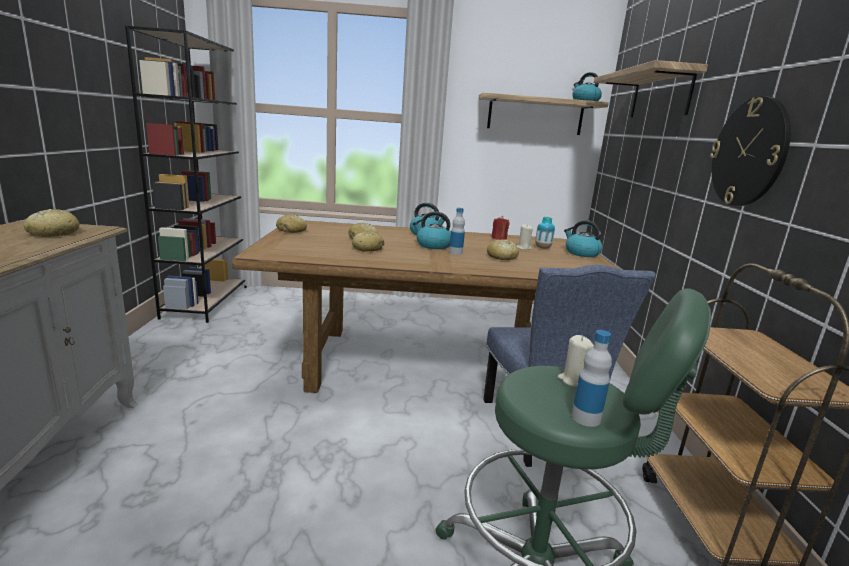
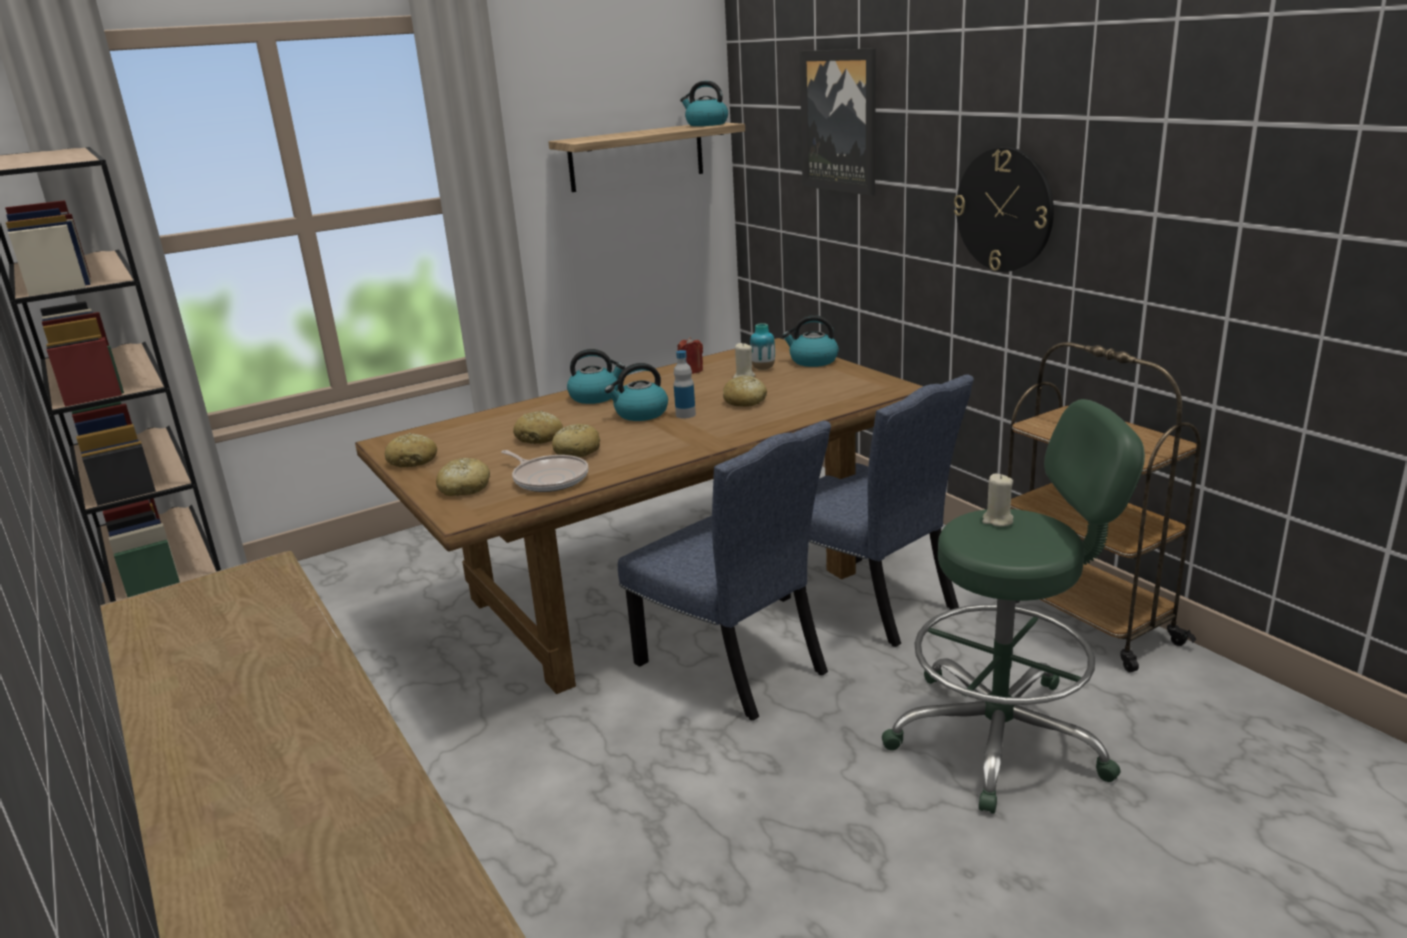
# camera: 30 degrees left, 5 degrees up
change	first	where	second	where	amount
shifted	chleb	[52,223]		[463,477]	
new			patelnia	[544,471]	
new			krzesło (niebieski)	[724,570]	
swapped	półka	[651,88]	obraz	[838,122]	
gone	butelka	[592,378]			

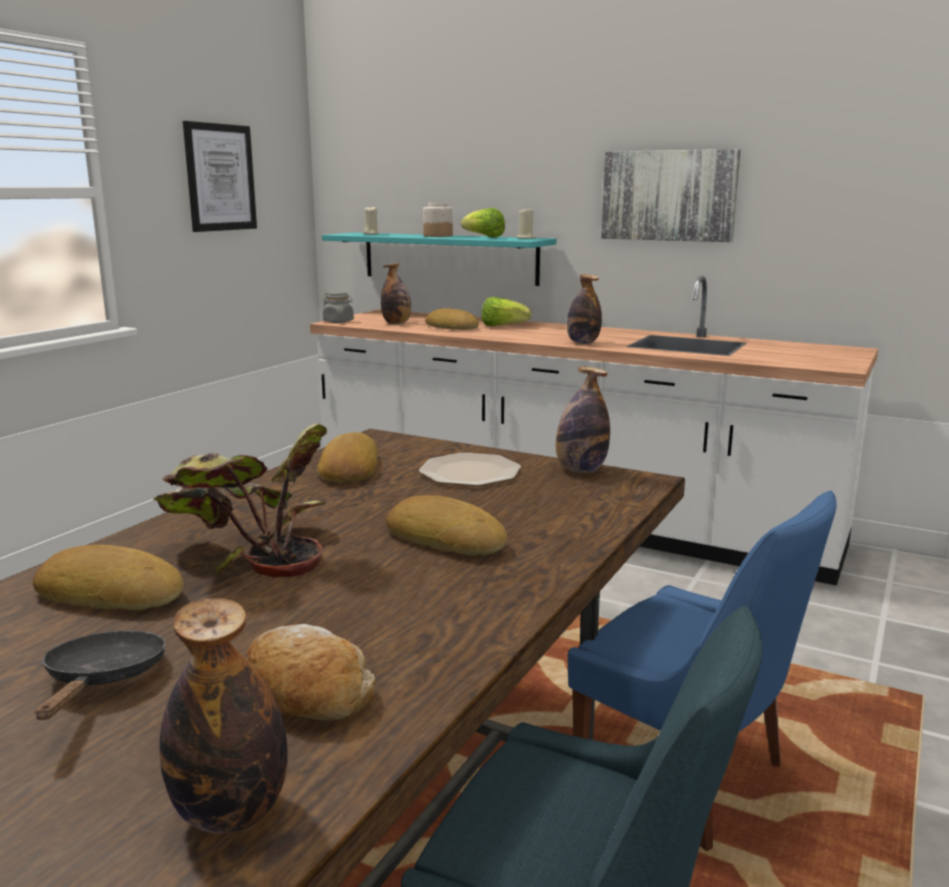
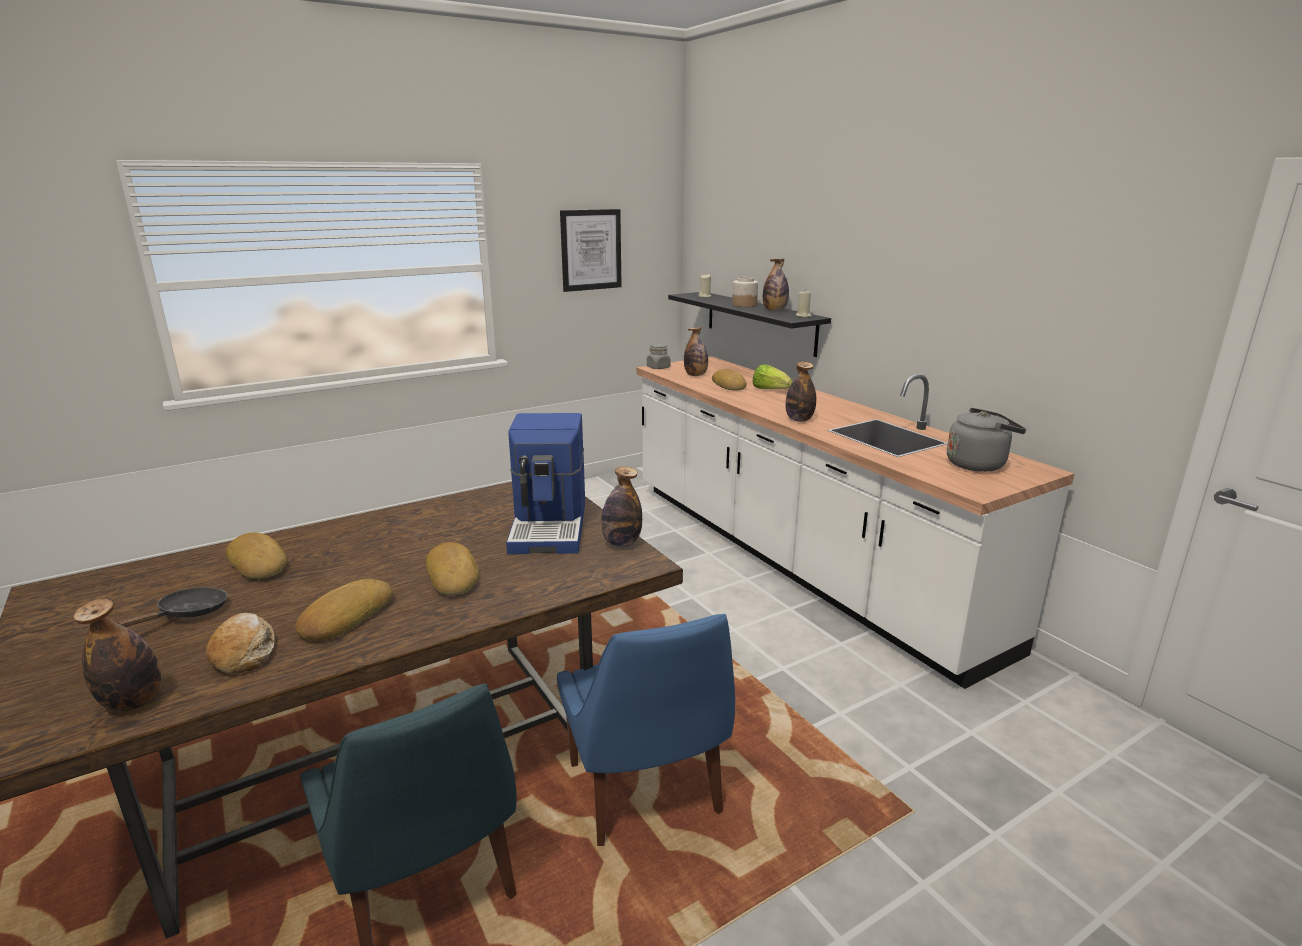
# camera: 30 degrees right, 5 degrees up
change	first	where	second	where	amount
shifted	chleb	[347,457]		[344,610]	
swapped	talerz	[470,469]	ekspres do kawy	[545,483]	
repainted	półka (turkusowy)	[439,259]	półka (czarny)	[749,324]	
swapped	sałata	[483,223]	butelka	[776,285]	
new			czajnik (szary)	[986,440]	
gone	roślina doniczkowa	[240,500]			
gone	obraz	[670,195]			

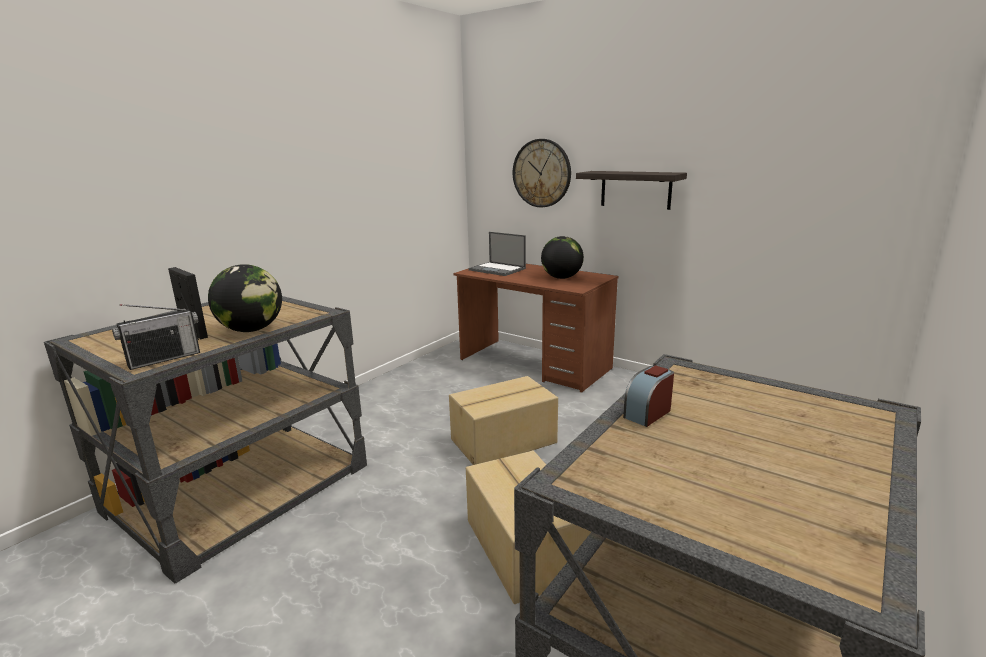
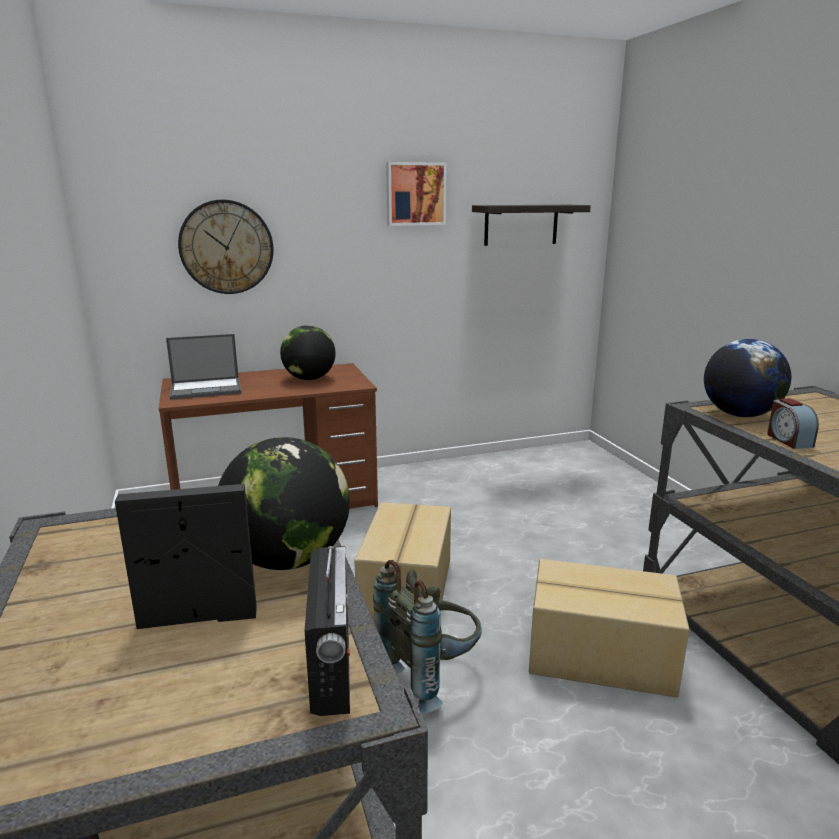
# camera: 55 degrees left, 0 degrees up
change	first	where	second	where	amount
new			plecak (szary)	[427,636]	
new			obraz	[416,194]	
shifted	półka	[631,190]		[531,225]	
new			globus	[747,378]	

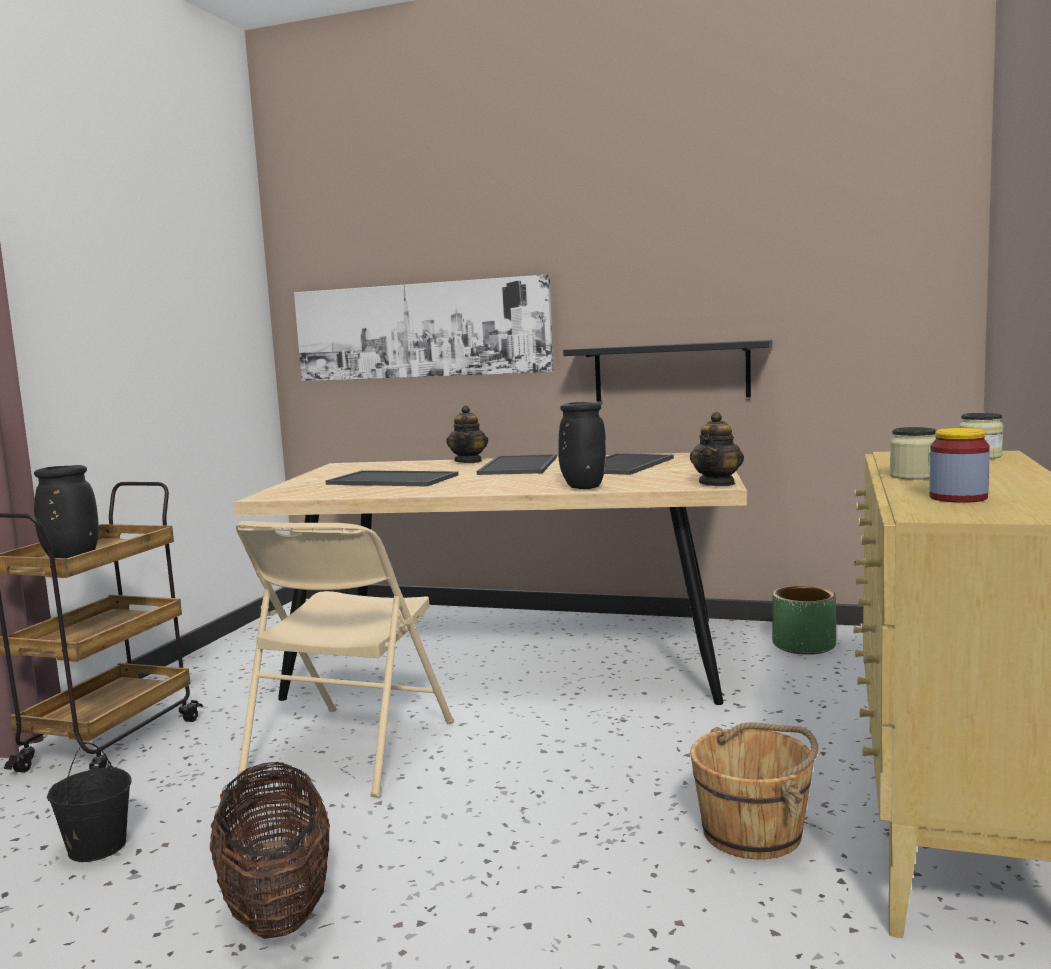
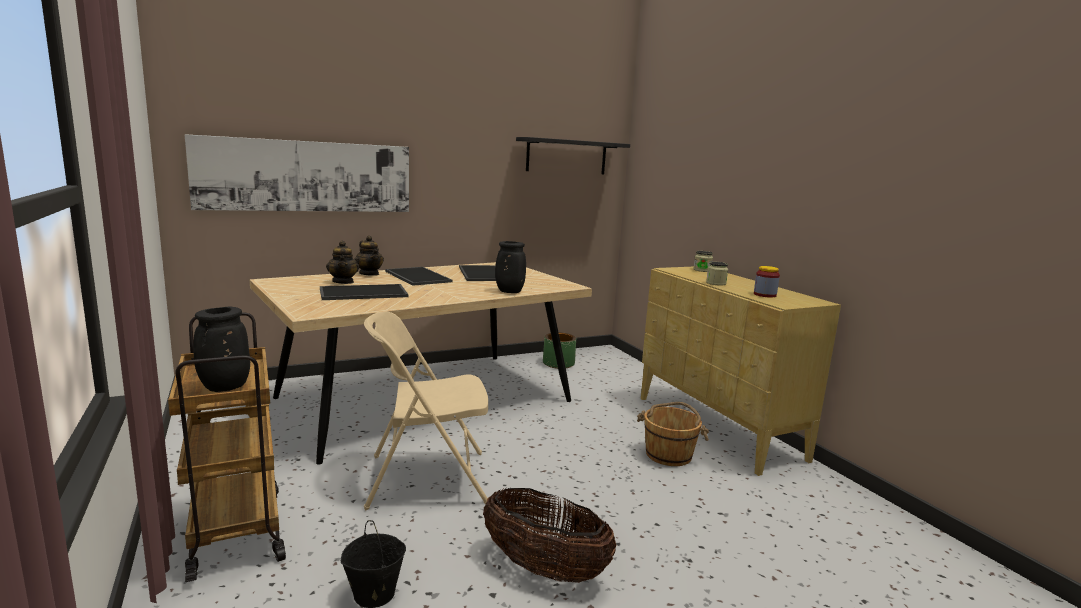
# camera: 45 degrees left, 5 degrees up
change	first	where	second	where	amount
shifted	imbryk	[717,449]		[342,262]	
rotated	krzesło (beżowy)	[345,659]		[426,410]	105 degrees clockwise
shifted	półka (czarny)	[667,370]		[573,155]	

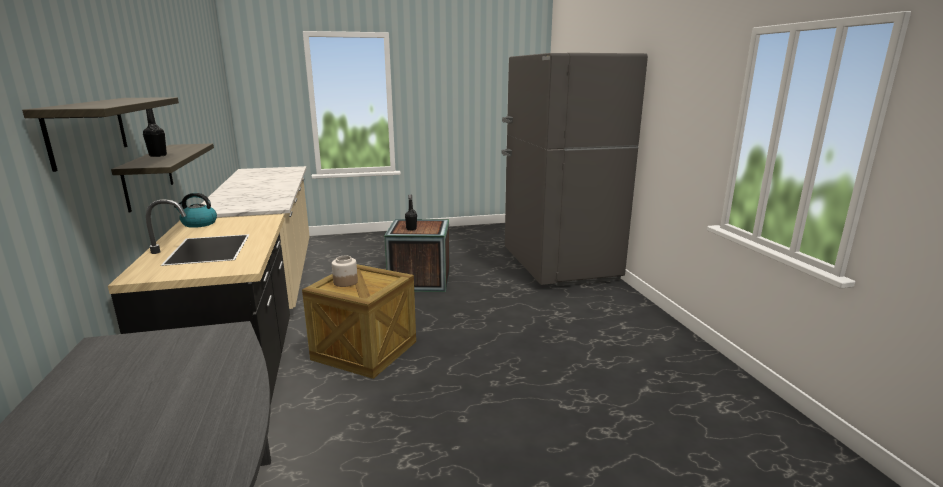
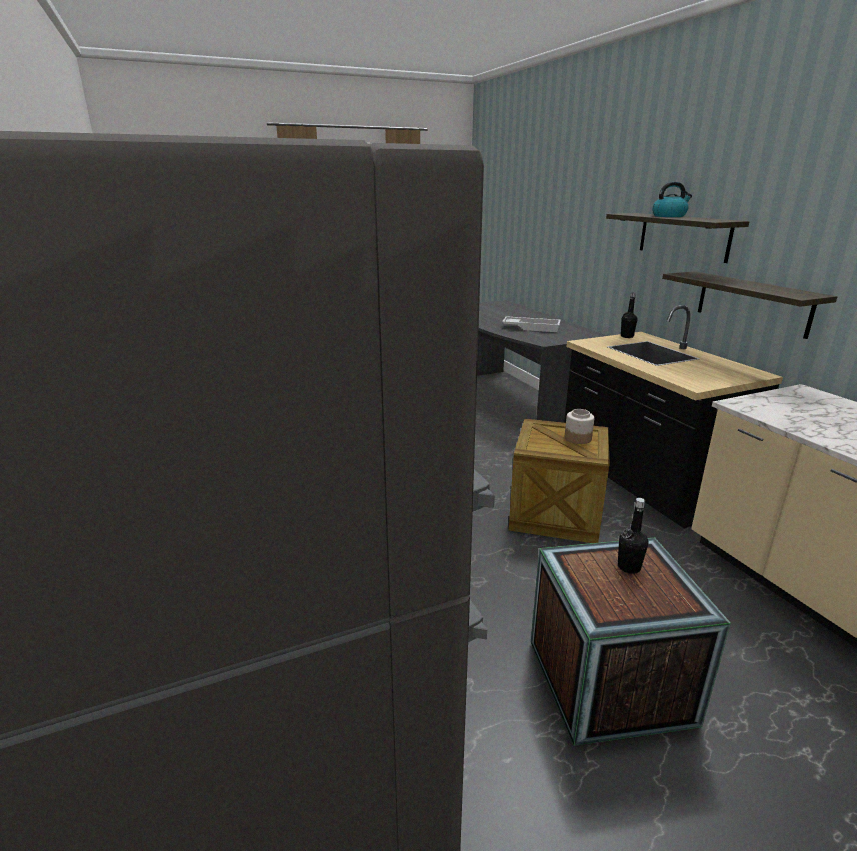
# camera: 170 degrees right, 5 degrees up
change	first	where	second	where	amount
new			taca (biały)	[531,324]	
shifted	butelka (czarny)	[155,132]		[629,315]	
shifted	czajnik	[195,210]		[672,199]	

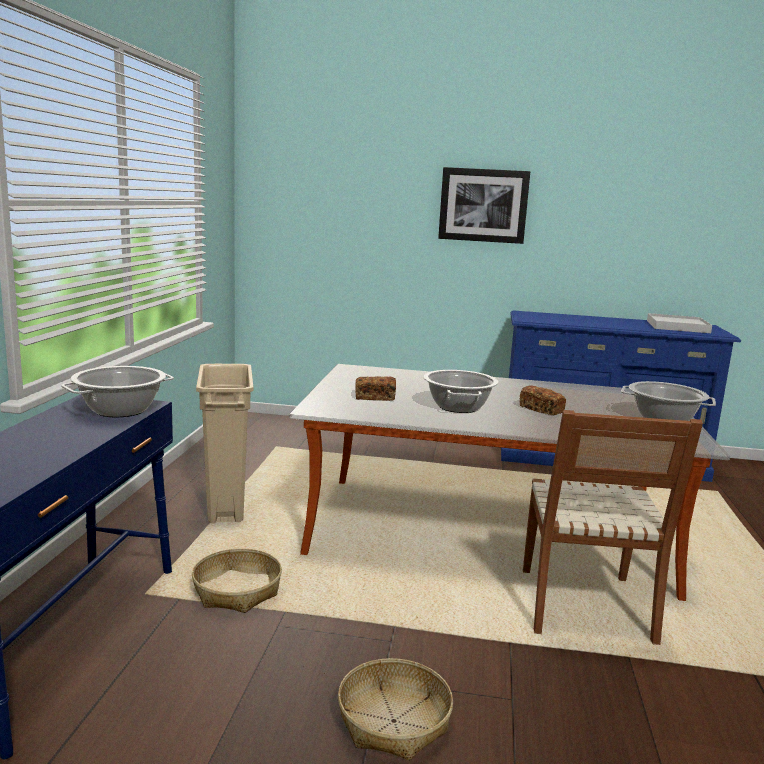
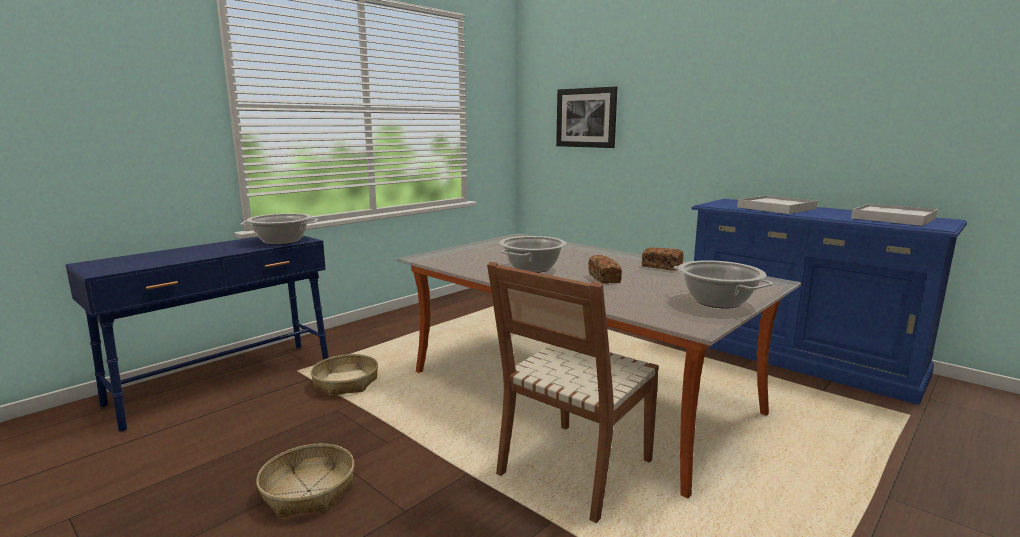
# camera: 35 degrees right, 0 degrees up
change	first	where	second	where	amount
shifted	obraz	[484,205]		[586,117]	
shifted	chleb	[375,388]		[662,258]	
new			taca (biały)	[777,204]	
gone	kosz na śmieci (beżowy)	[225,443]			

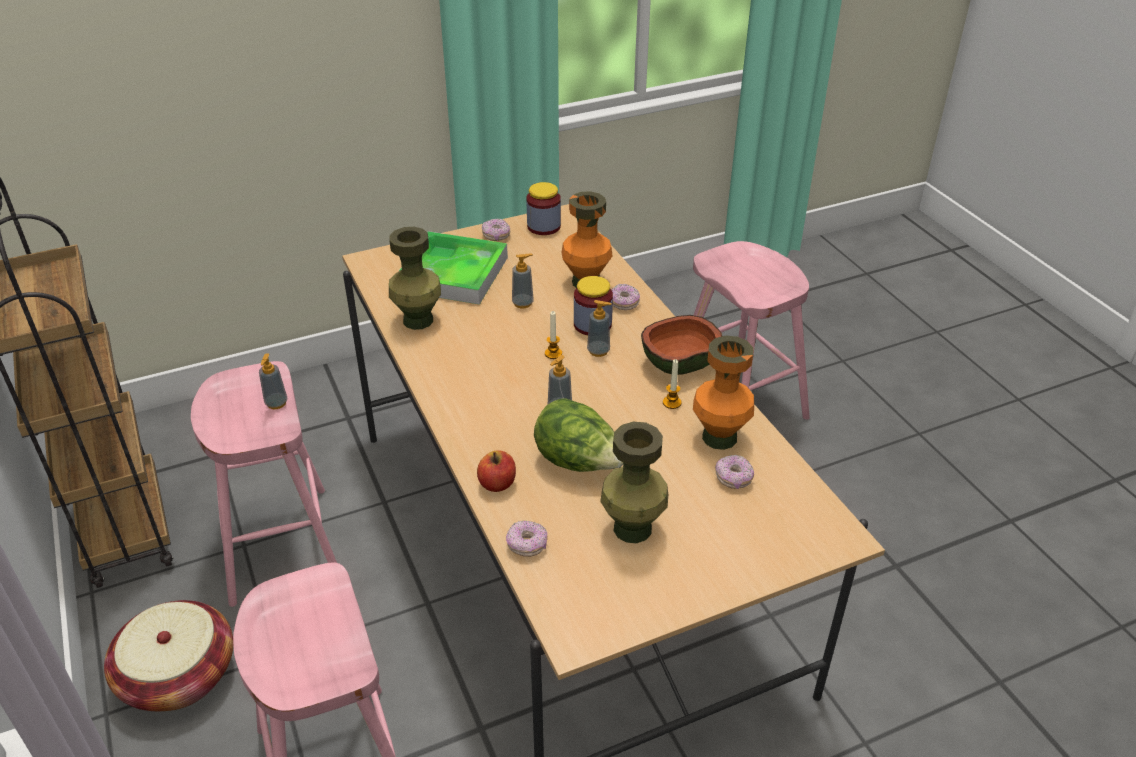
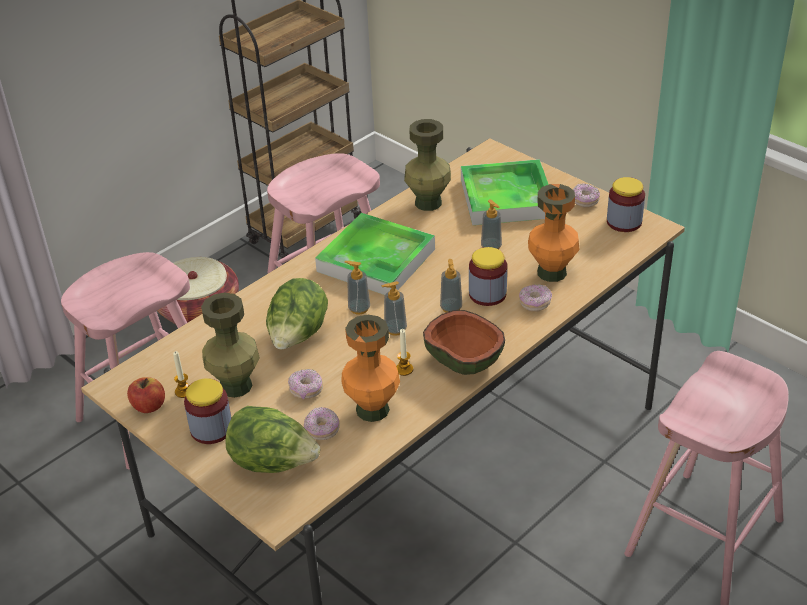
# camera: 70 degrees right, 0 degrees up
change	first	where	second	where	amount
shifted	jabłko	[496,471]		[146,395]	
shifted	świeca	[553,335]		[181,374]	
new			słoik	[207,411]	
new			sałata	[272,439]	
shifted	donut	[527,538]		[305,384]	
new			taca	[375,254]	
shifted	dozownik mydła	[273,381]		[394,308]	

